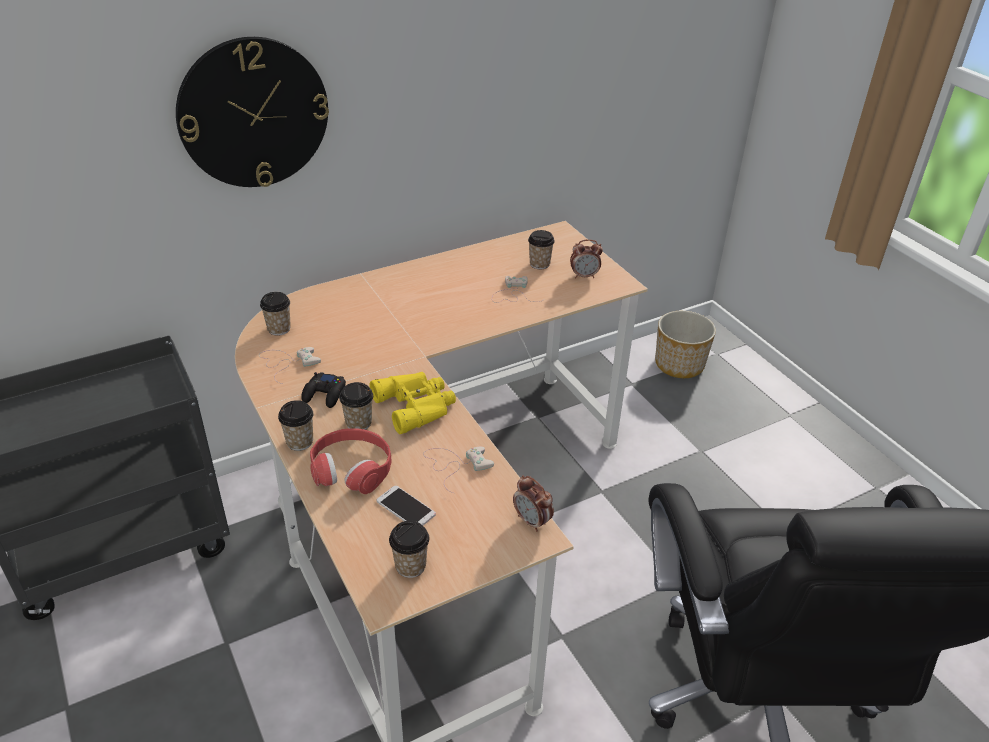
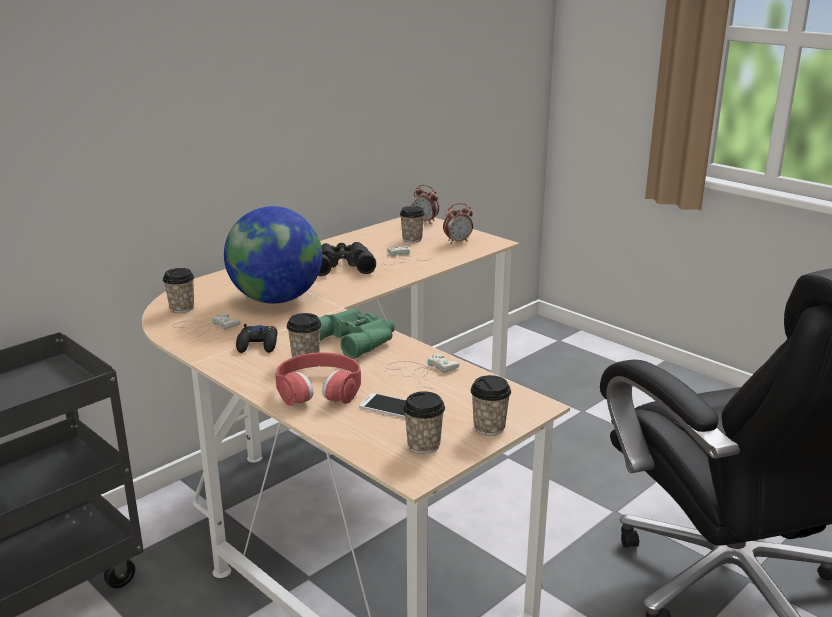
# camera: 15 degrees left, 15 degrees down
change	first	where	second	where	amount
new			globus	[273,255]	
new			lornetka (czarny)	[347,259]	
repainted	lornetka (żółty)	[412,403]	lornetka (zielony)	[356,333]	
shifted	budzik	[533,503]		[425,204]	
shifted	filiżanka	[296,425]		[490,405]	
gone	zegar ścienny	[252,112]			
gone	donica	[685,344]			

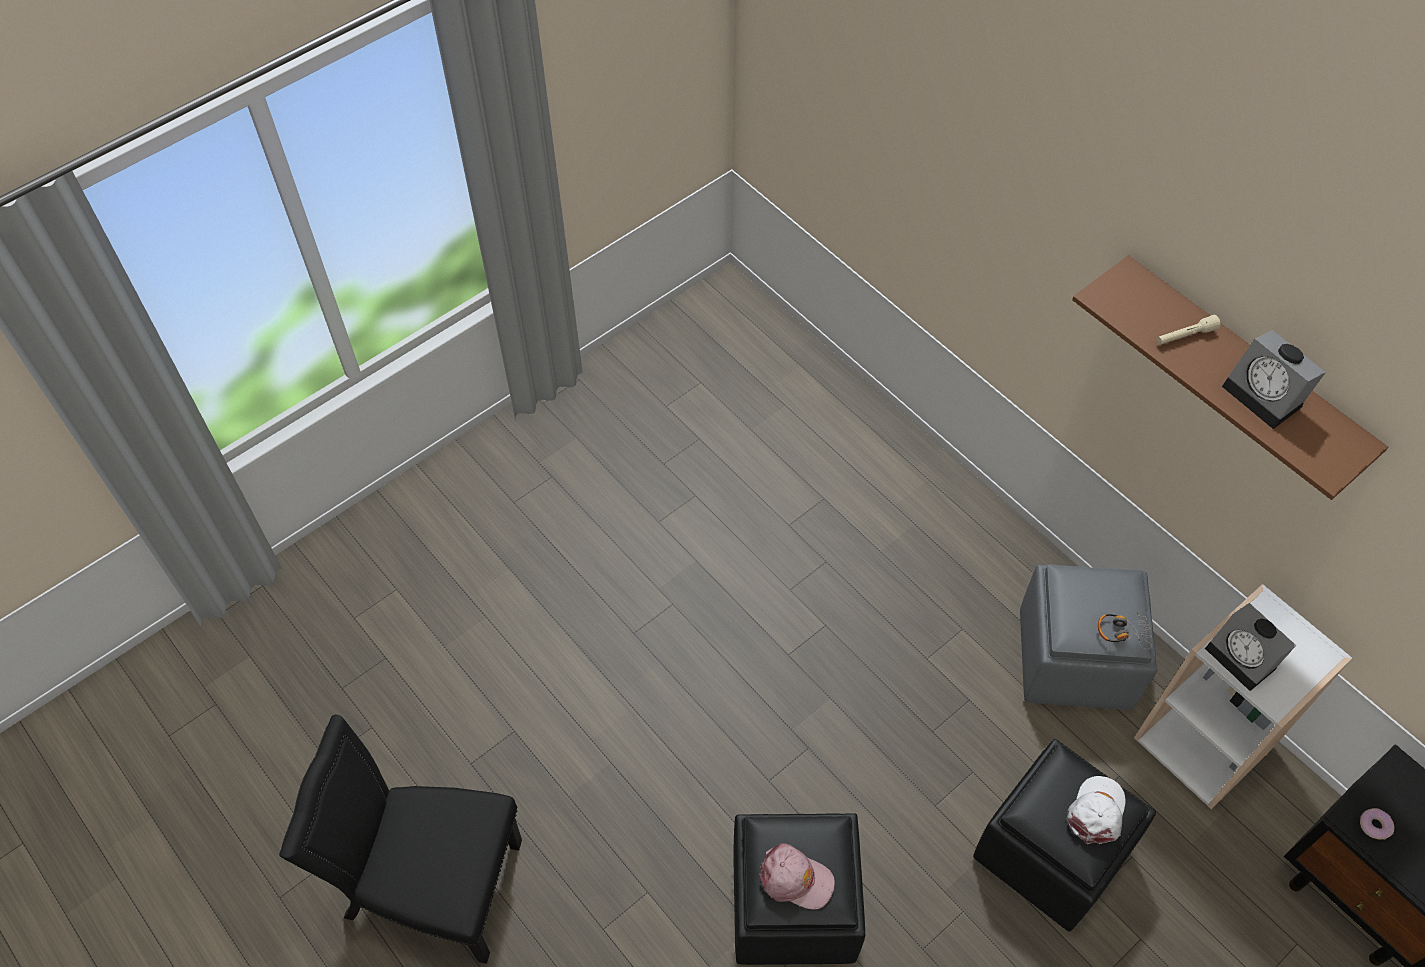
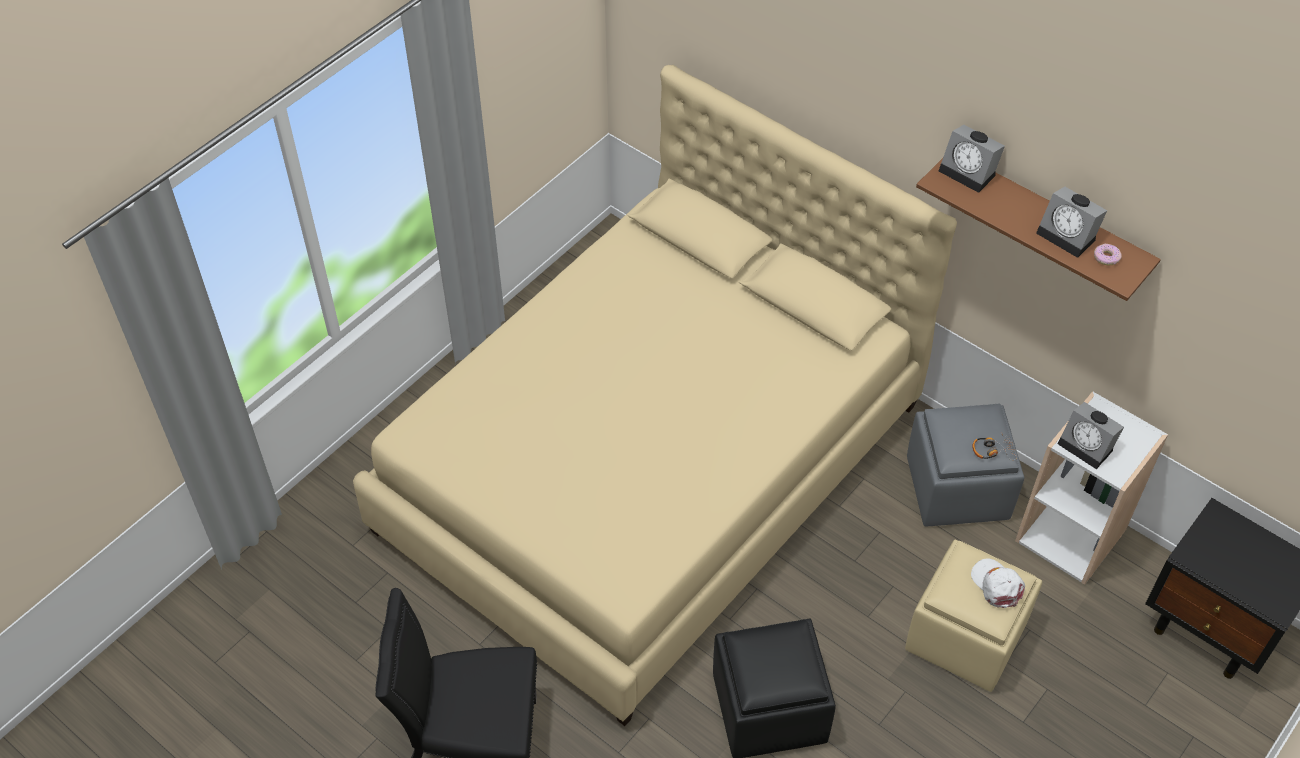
# camera: 10 degrees left, 5 degrees down
change	first	where	second	where	amount
new			łóżko (beżowy)	[655,395]	
repainted	pufa (czarny)	[1064,835]	pufa (beżowy)	[973,616]	
new			budzik	[972,159]	
rotated	czapka z daszkiem (biały)	[1096,810]		[998,583]	45 degrees counterclockwise
shifted	donut	[1377,824]		[1108,254]	
gone	czapka z daszkiem (różowy)	[797,876]			
gone	latarka (beżowy)	[1189,330]			

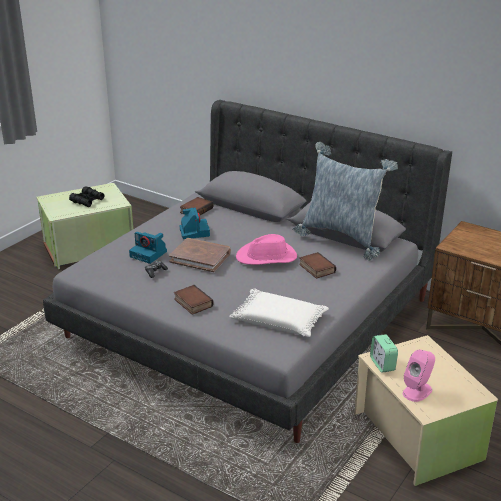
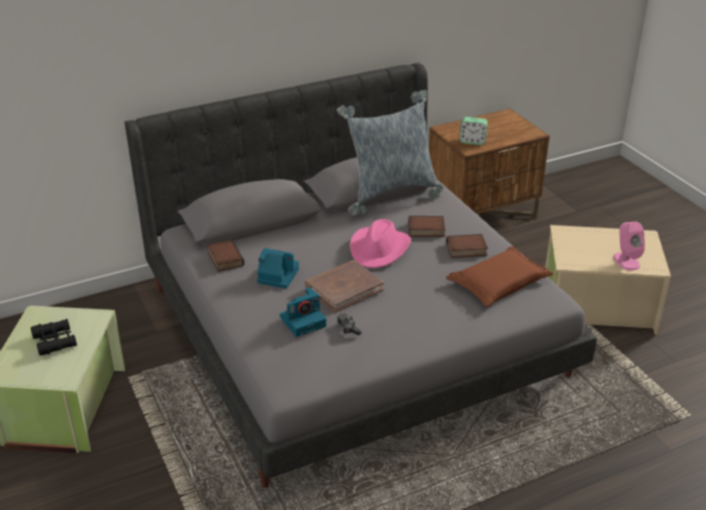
# camera: 60 degrees left, 5 degrees up
change	first	where	second	where	amount
shifted	książka	[194,300]		[467,246]	
repainted	poduszka (biały)	[279,312]	poduszka (brązowy)	[499,276]	
shifted	budzik	[384,353]		[473,131]	

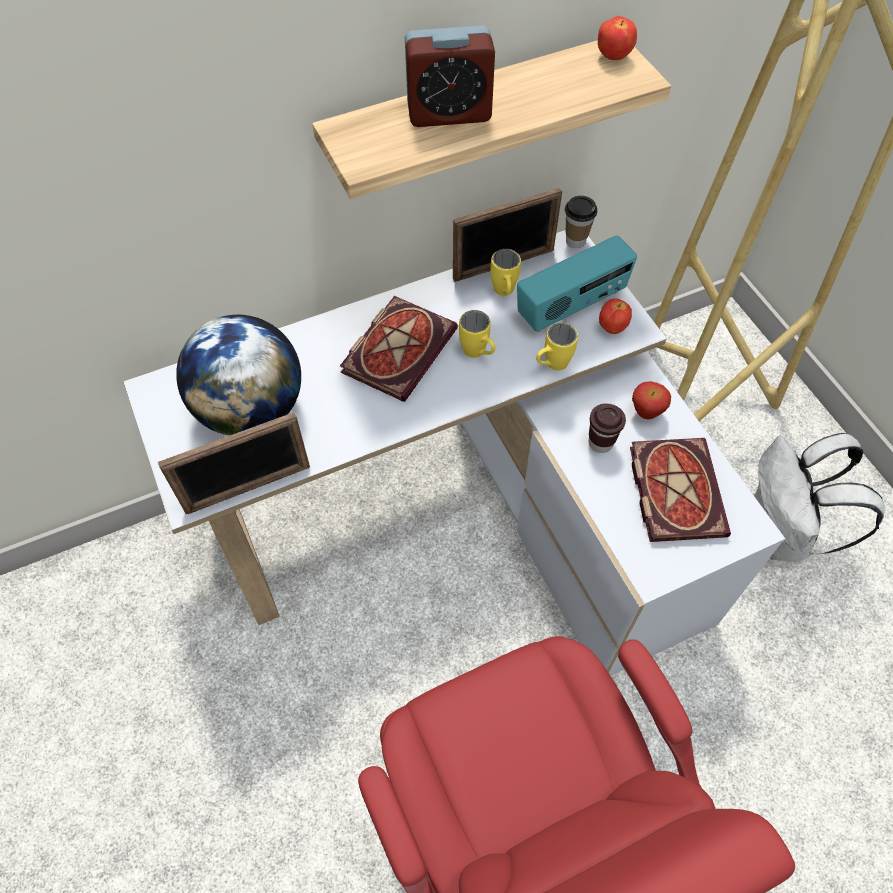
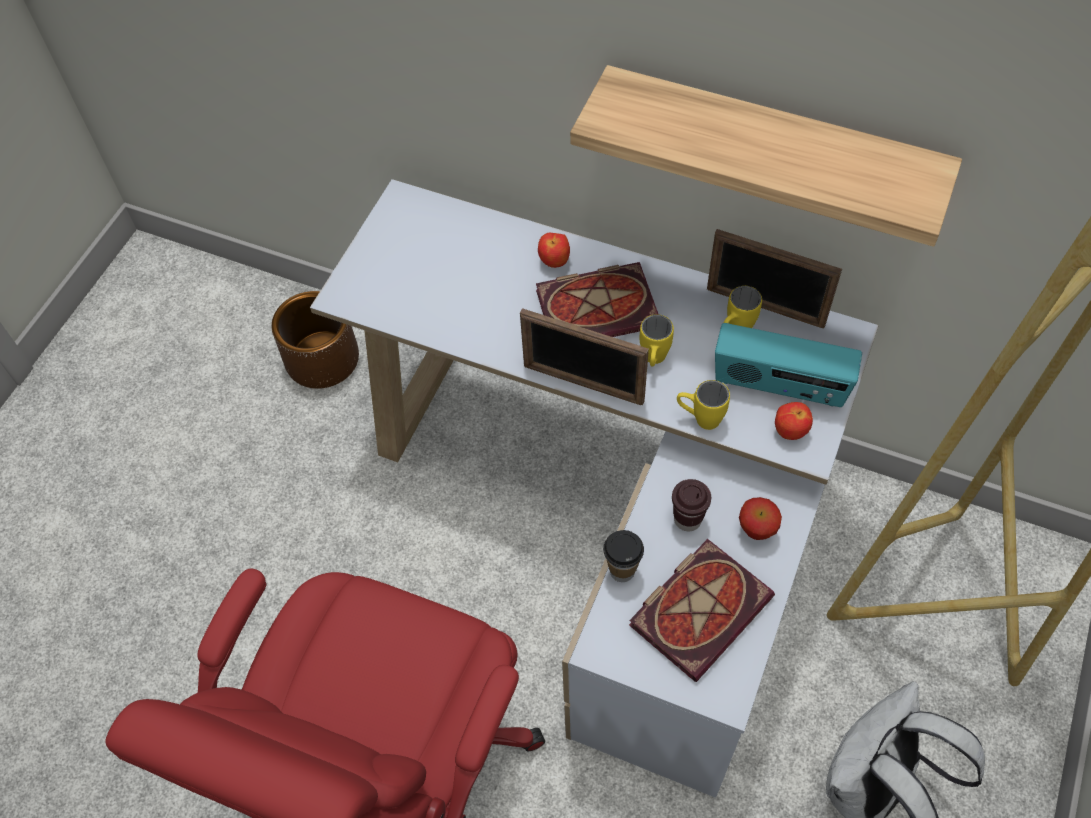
# camera: 50 degrees right, 0 degrees up
change	first	where	second	where	amount
new			donica (brązowy)	[315,340]	
shifted	ramka na zdjęcie	[234,463]		[584,356]	
shifted	jabłko	[617,38]		[554,250]	
shifted	filiżanka	[581,222]		[623,556]	
gone	globus	[238,375]			
gone	budzik	[450,76]			

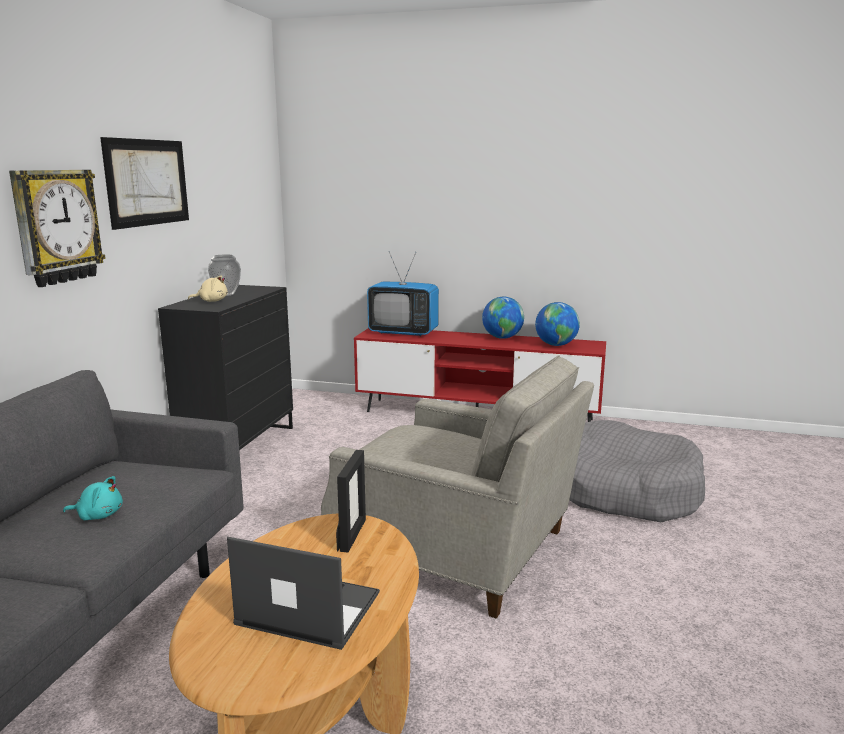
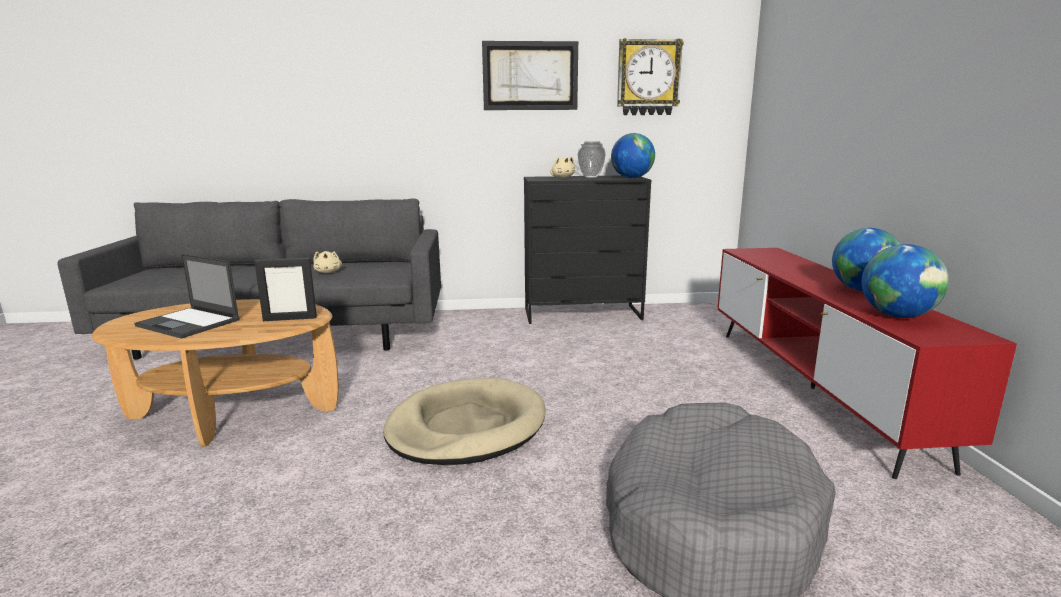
# camera: 70 degrees right, 0 degrees up
change	first	where	second	where	amount
rotated	laptop	[303,593]		[187,296]	120 degrees clockwise
repainted	pluszak (turkusowy)	[93,498]	pluszak (beżowy)	[327,262]	
swapped	fotel (szary)	[457,486]	legowisko (beżowy)	[464,421]	
new			globus	[633,155]	
shifted	zegar ścienny	[57,228]		[650,76]	
gone	telewizor	[403,294]			

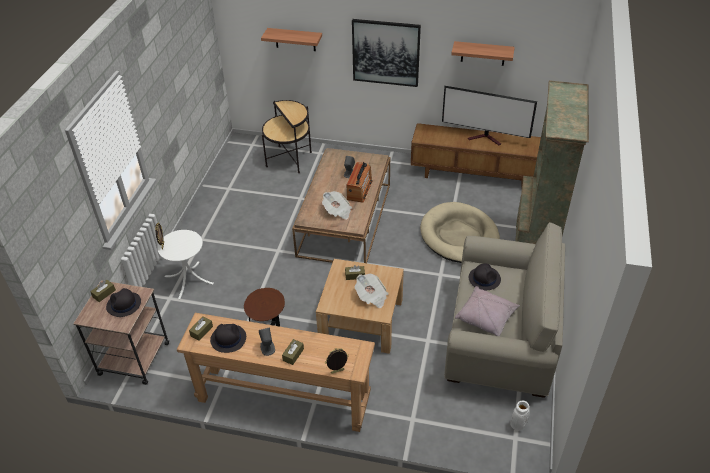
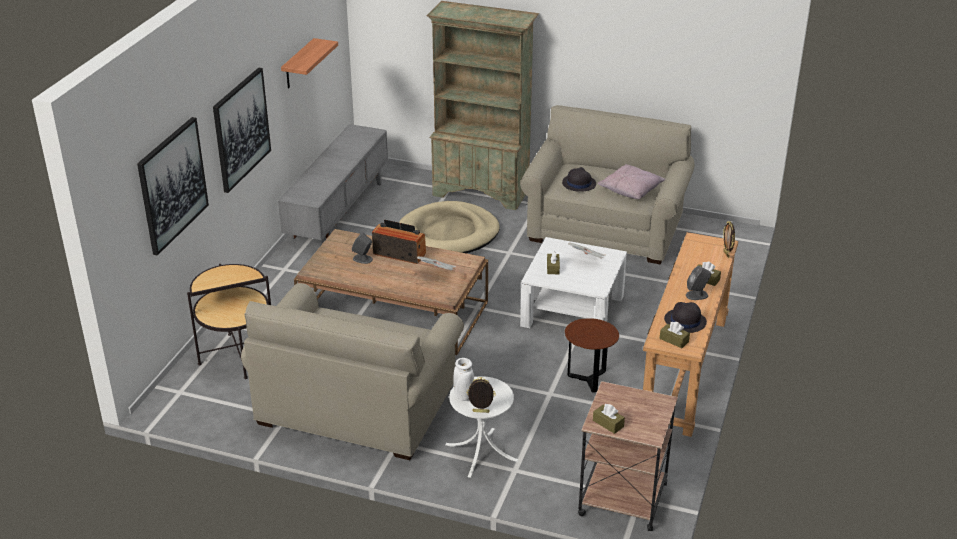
# camera: 85 degrees left, 10 degrees down
change	first	where	second	where	amount
swapped	półka	[291,39]	obraz	[173,186]	
new			kanapa (beżowy)	[352,371]	
repainted	szafka pod telewizor (brązowy)	[476,152]	szafka pod telewizor (szary)	[333,182]	
shifted	wazon (biały)	[520,416]		[463,379]	
repainted	ława (brązowy)	[360,306]	ława (biały)	[573,282]	
gone	kapelusz (czarny)	[123,302]			
gone	telewizor	[489,115]			

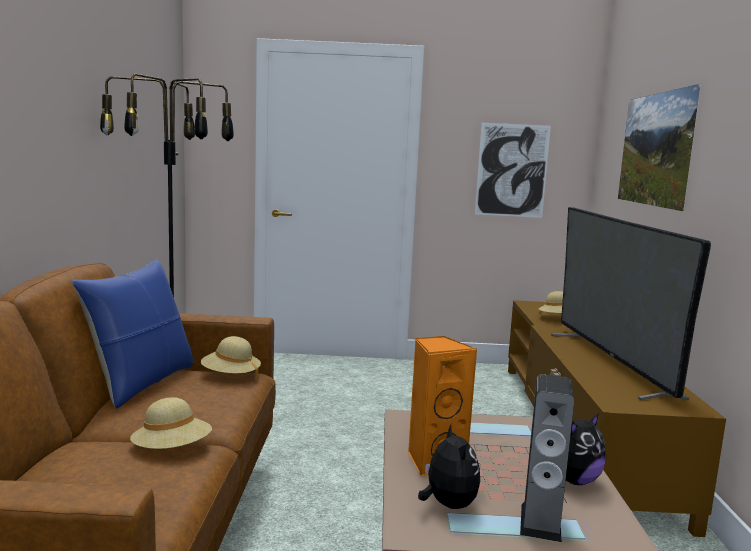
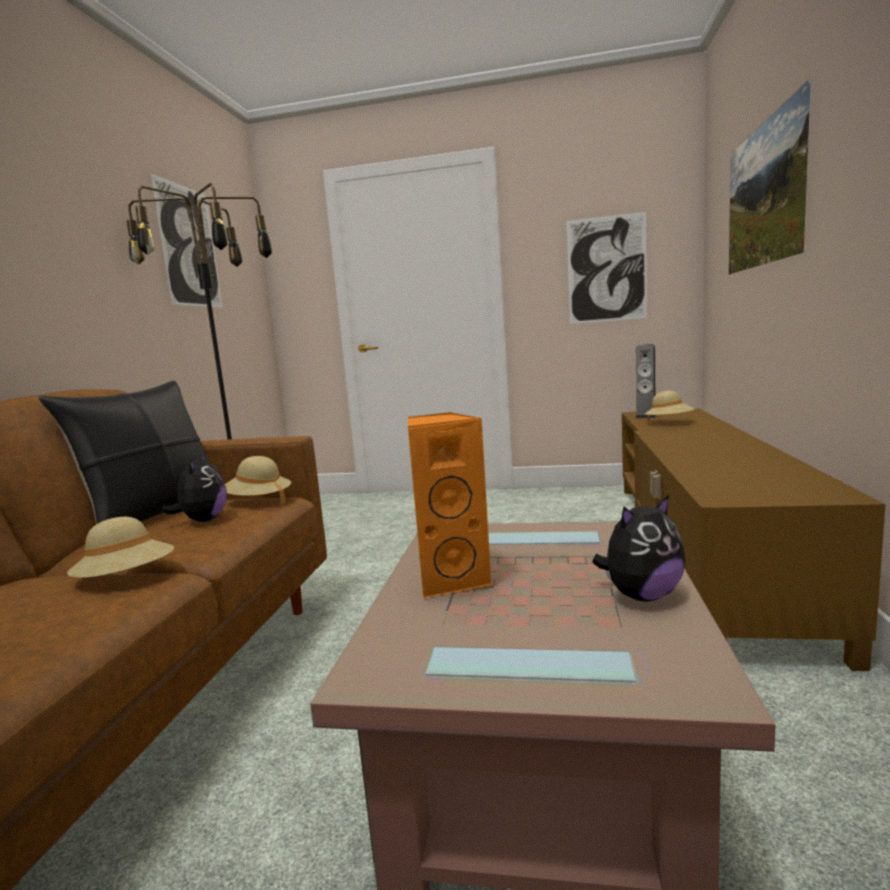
# camera: 10 degrees right, 0 degrees up
change	first	where	second	where	amount
repainted	poduszka (niebieski)	[132,334]	poduszka (czarny)	[123,452]	
new			obraz	[186,240]	
shifted	pluszak	[449,467]		[194,486]	
shifted	głośnik	[547,458]		[646,381]	
gone	telewizor	[631,303]			

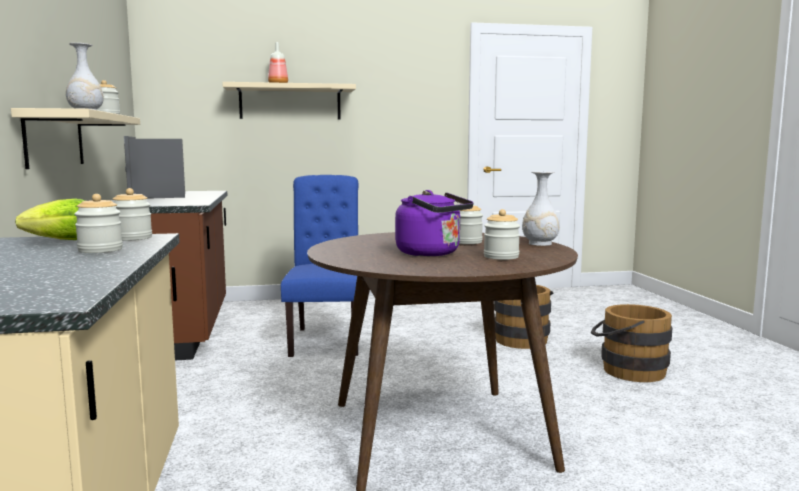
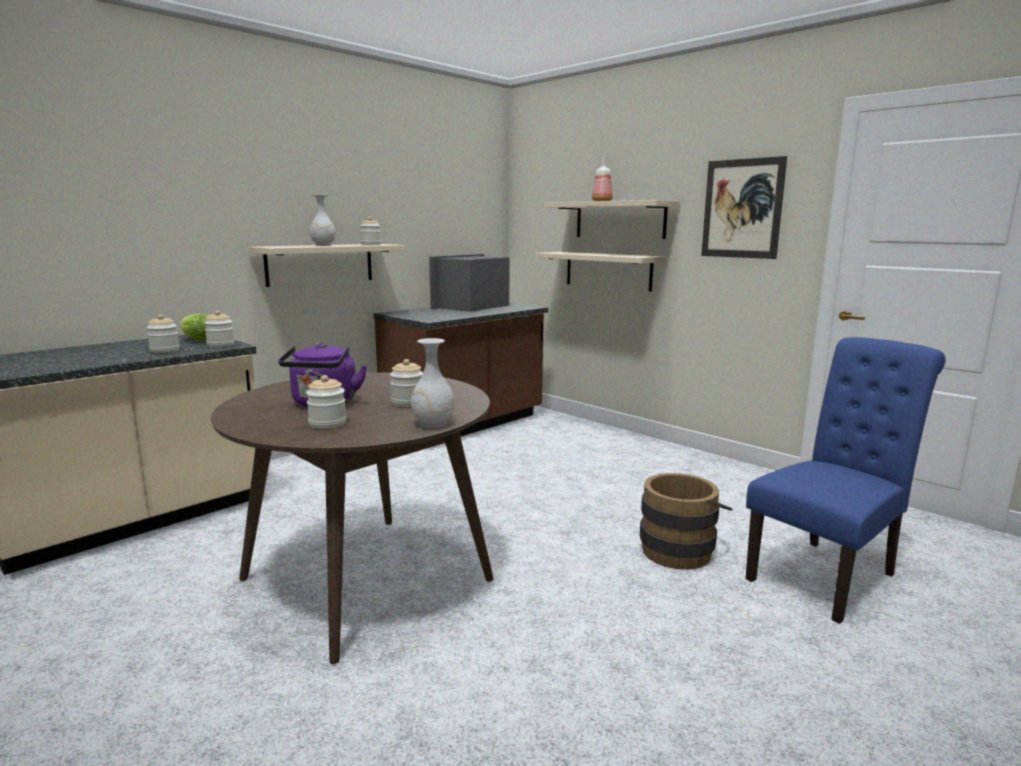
# camera: 55 degrees right, 5 degrees up
change	first	where	second	where	amount
new			półka (beżowy)	[600,272]	
new			obraz	[744,207]	
shifted	krzesło (niebieski)	[319,266]		[846,480]	
gone	wiadro (brązowy)	[631,343]			

